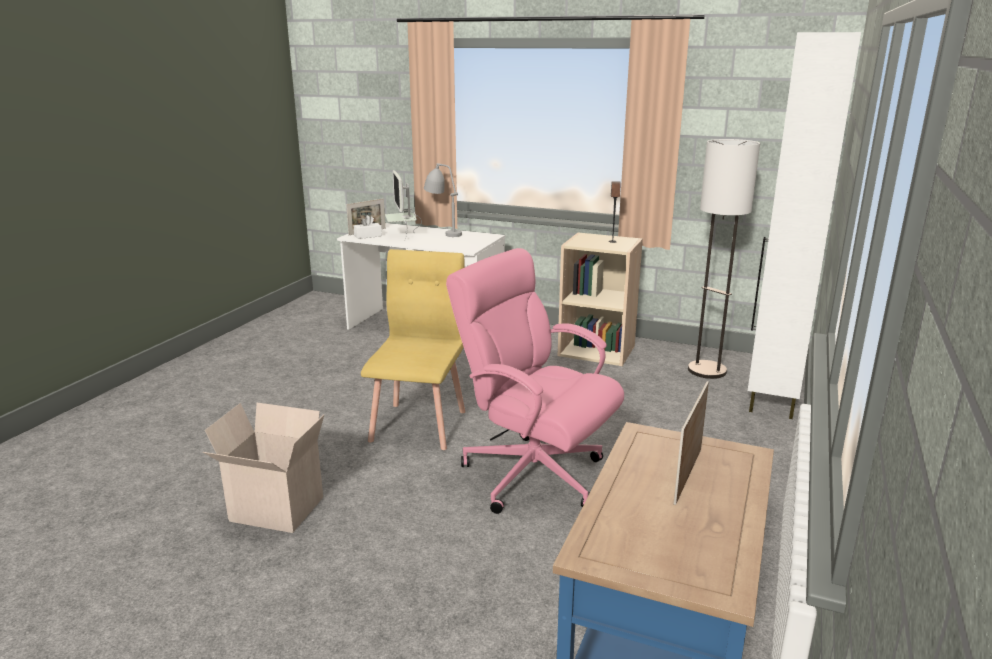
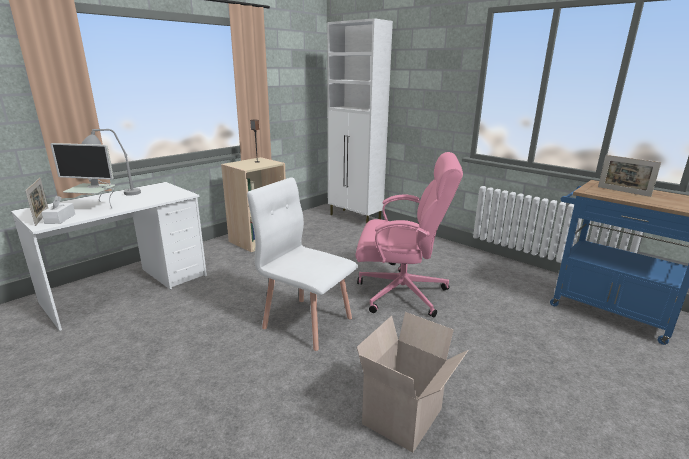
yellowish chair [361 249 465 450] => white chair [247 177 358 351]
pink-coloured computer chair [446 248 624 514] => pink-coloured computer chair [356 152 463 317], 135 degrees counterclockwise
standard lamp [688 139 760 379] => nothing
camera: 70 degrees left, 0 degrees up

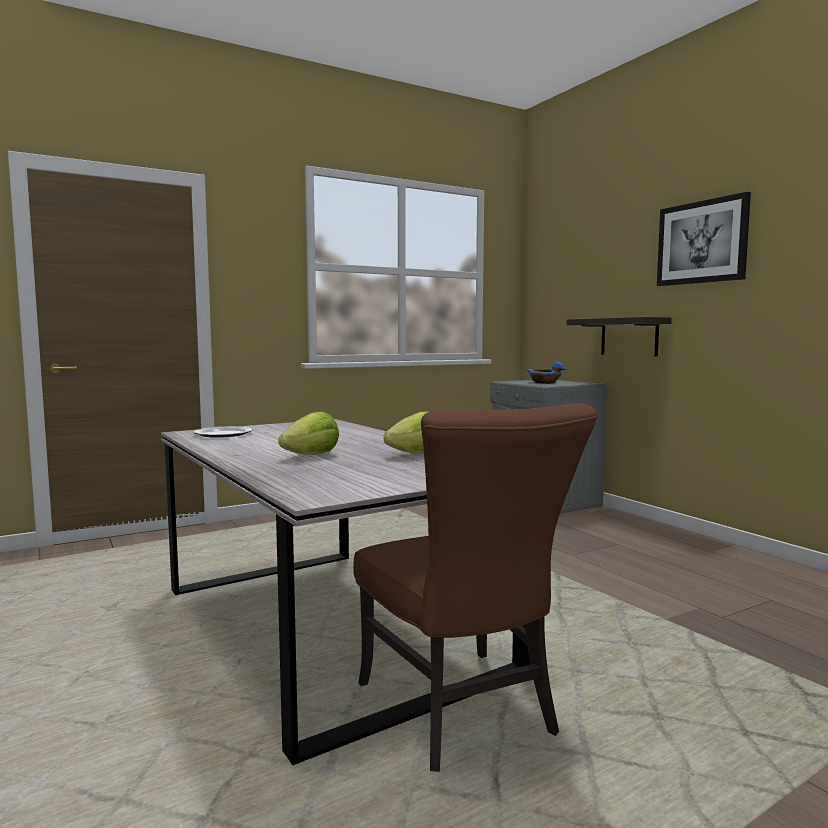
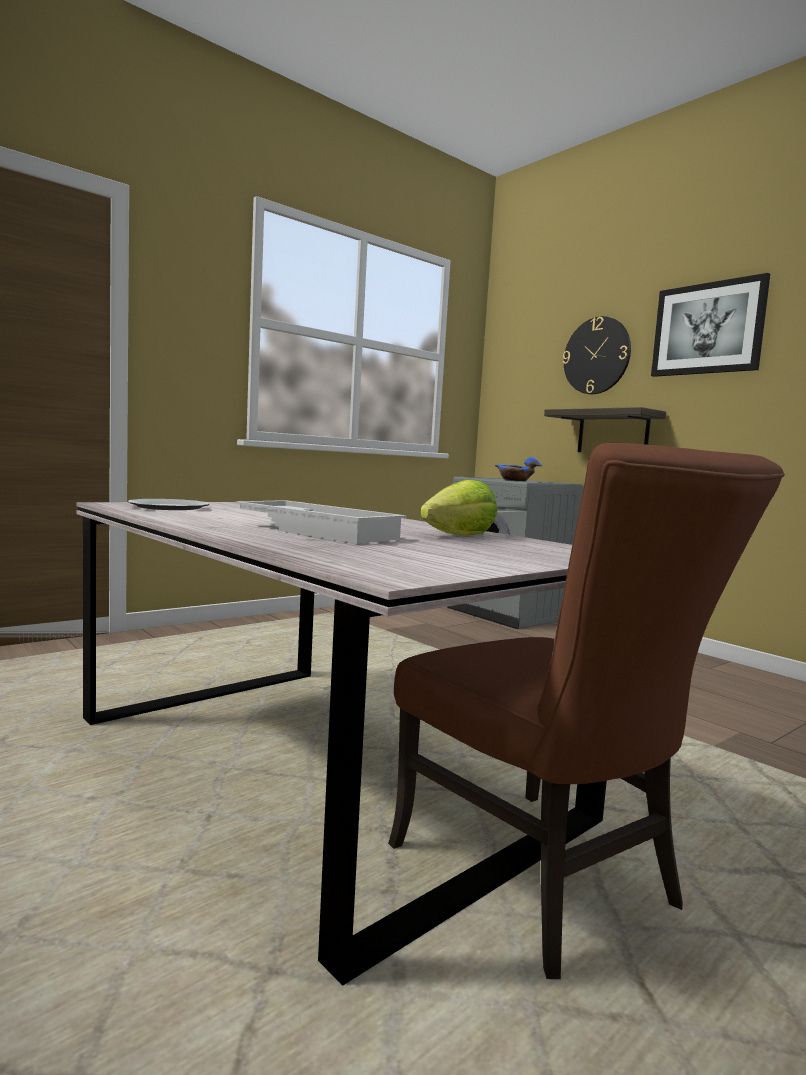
lettuce head [278 412 339 455] => white tray [235 500 407 544]
nothing => hanging clock [563 316 631 394]
camera: 10 degrees left, 0 degrees up

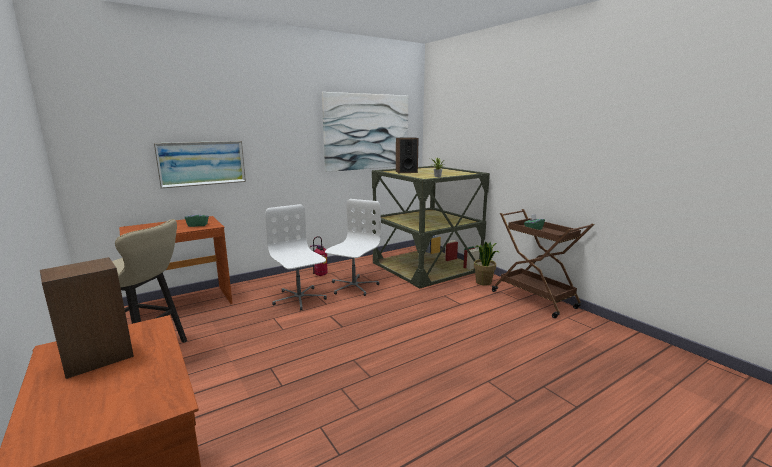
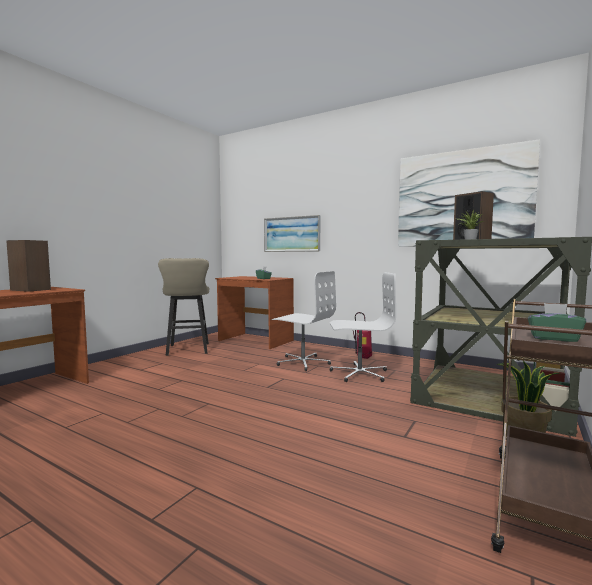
white computer chair [265 204 327 311] => white computer chair [272 271 336 371], 90 degrees clockwise
camera: 65 degrees right, 10 degrees down

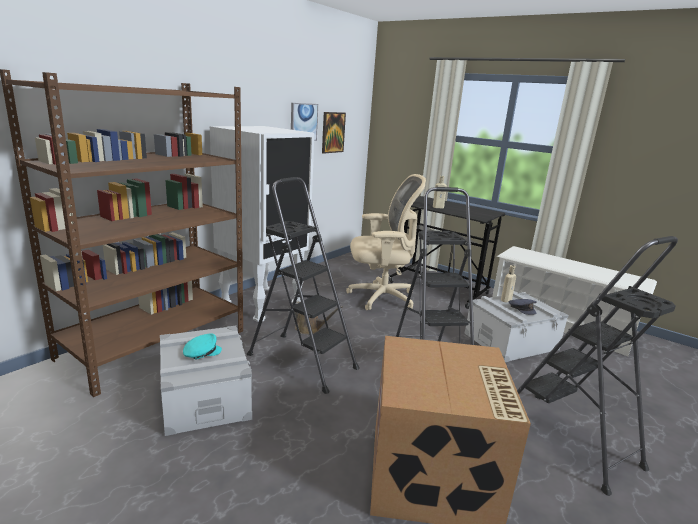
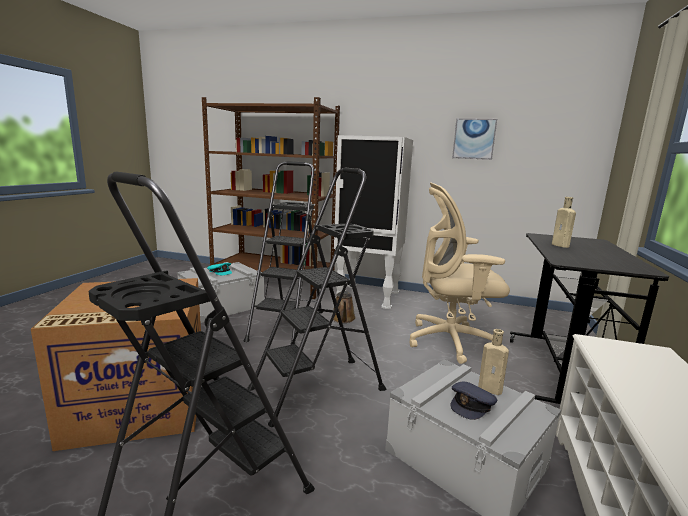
beige-coloured computer chair [346 174 426 310] => beige-coloured computer chair [409 182 510 364], 120 degrees clockwise
picture [322 112 346 154] => nothing
camera: 70 degrees right, 5 degrees down

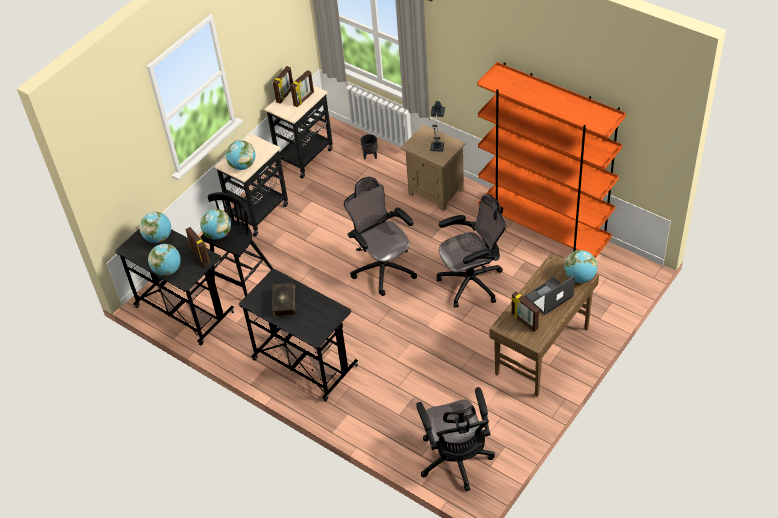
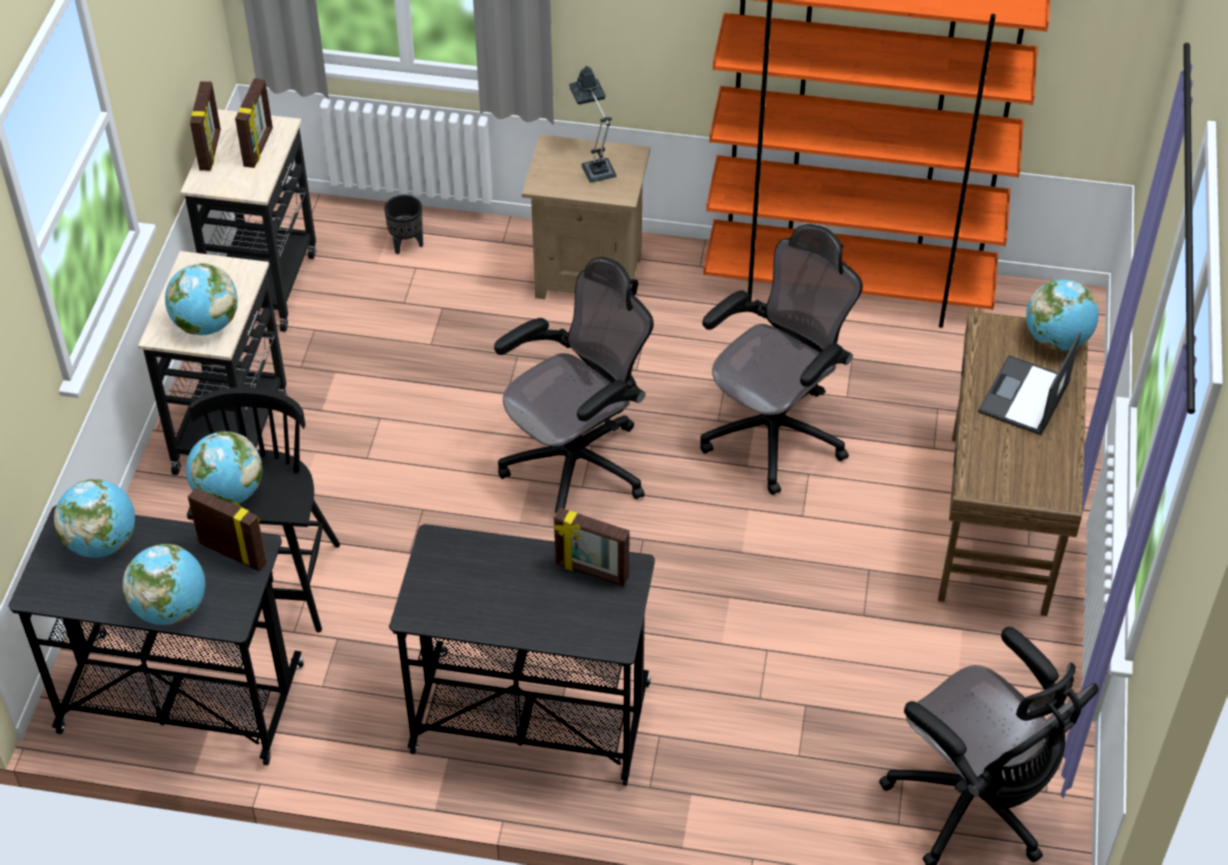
computer chair [344 177 417 296] => computer chair [494 257 654 513], 105 degrees clockwise
standing frame [511 291 539 332] => standing frame [553 508 630 587], relocated
volume [272 283 295 317] => nothing
camera: 30 degrees left, 0 degrees up

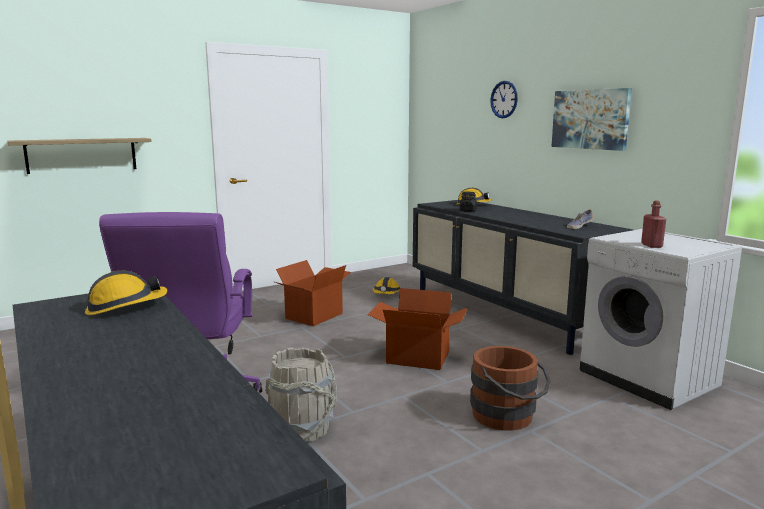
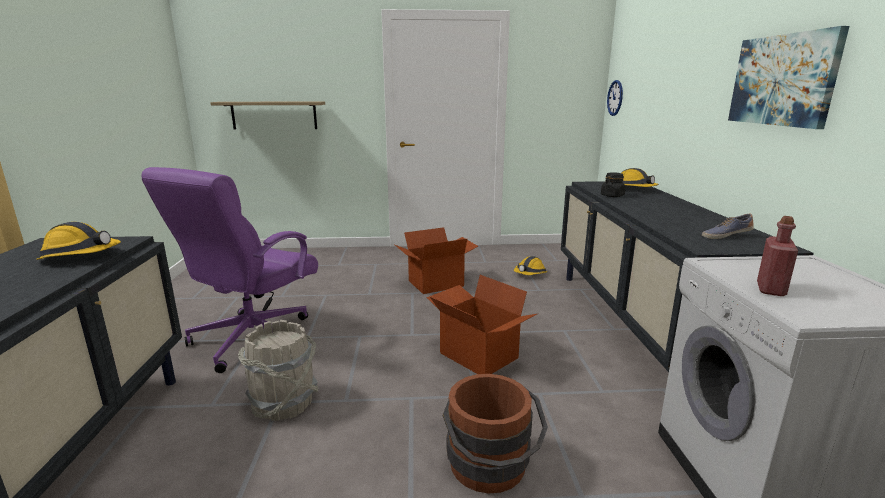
hanging clock [490 81 518 118] => hanging clock [607 80 623 116], relocated
camera: 30 degrees right, 5 degrees up

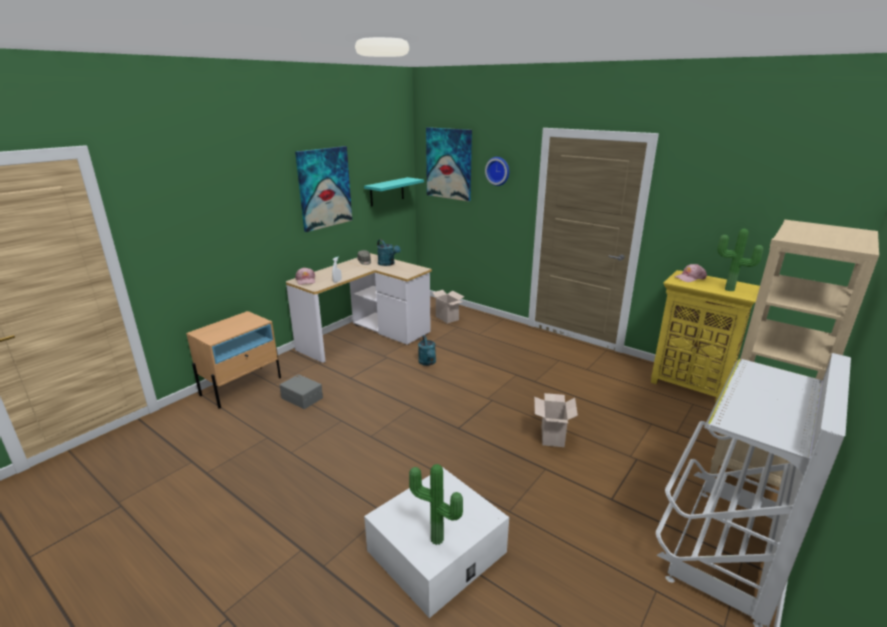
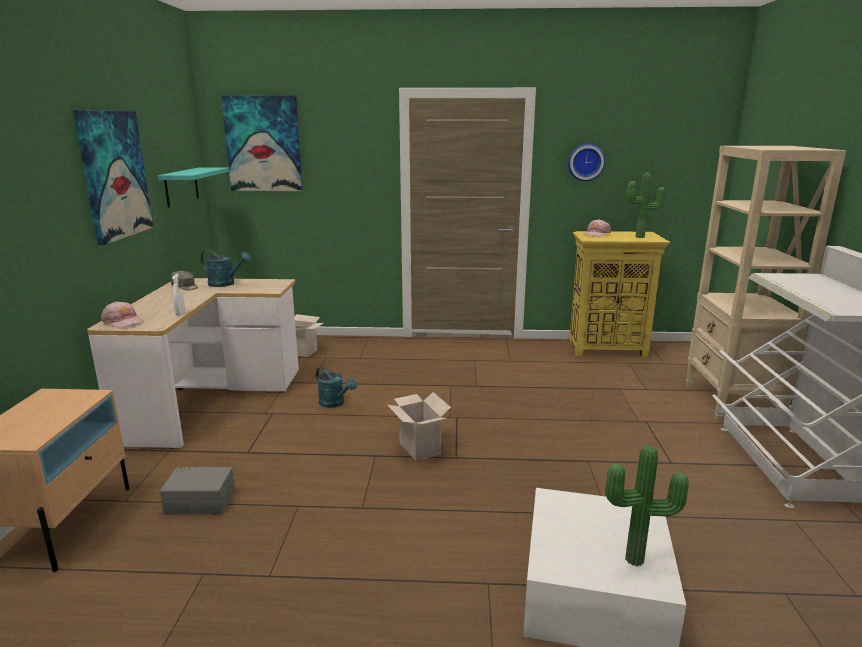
cardboard box [534 393 578 447] => cardboard box [387 392 451 461], relocated
hanging clock [485 157 509 186] => hanging clock [568 143 605 181], relocated
camera: 35 degrees left, 5 degrees down

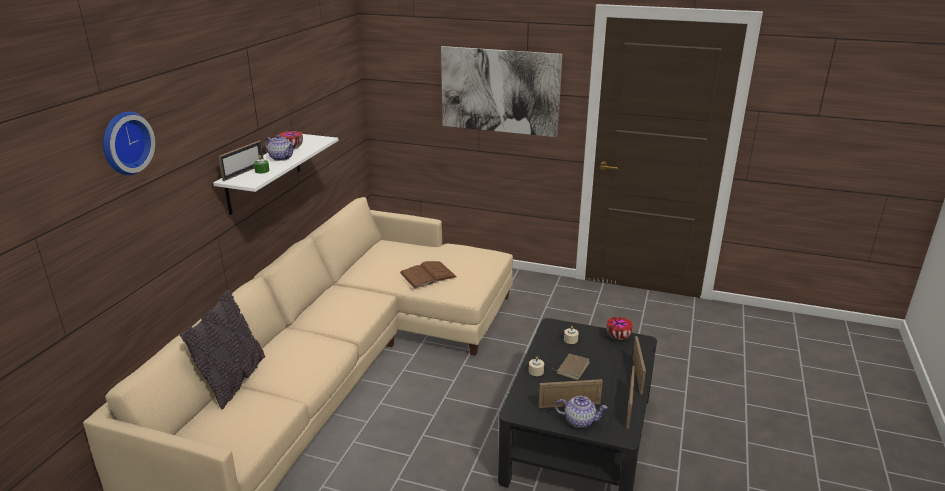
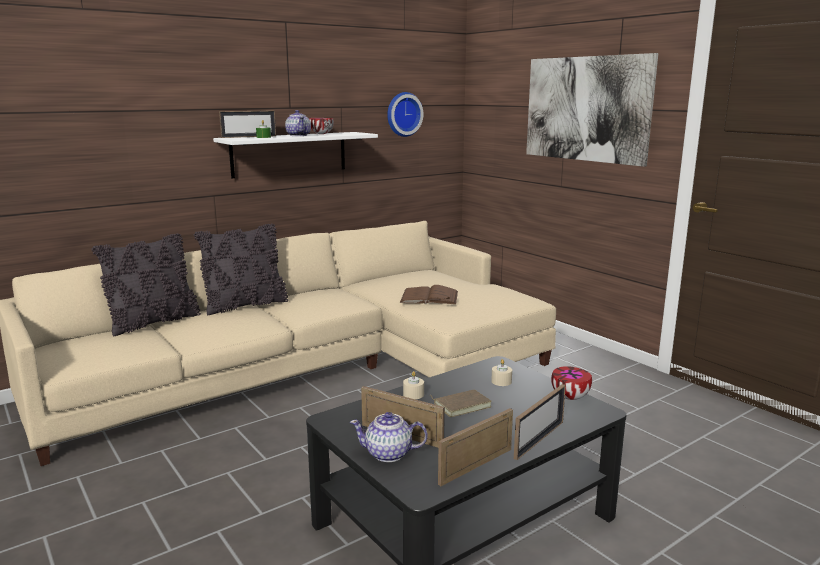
nothing => black pillow [193 223 288 315]
tea pot [555 396 608 428] => tea pot [350 412 428 462], 135 degrees clockwise
hanging clock [103 111 155 175] => hanging clock [387 92 423 137], relocated
camera: 35 degrees right, 10 degrees down

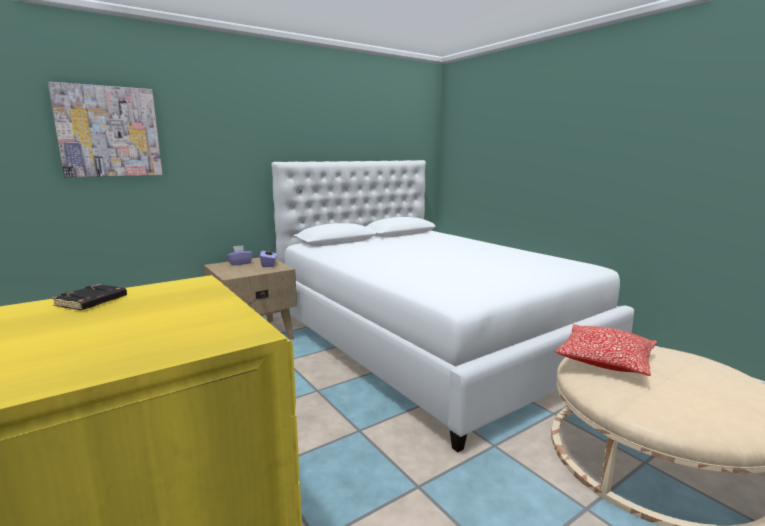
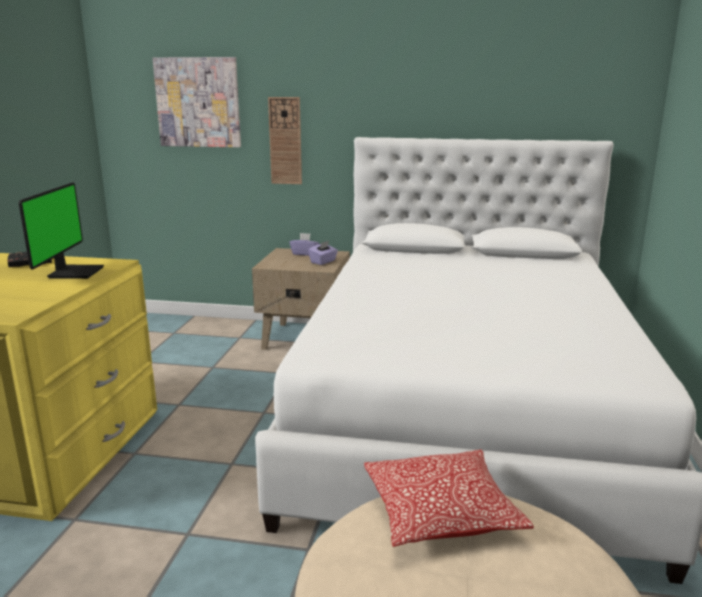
nothing => computer display [19 182 104 279]
nothing => hanging clock [268 97 302 184]
camera: 45 degrees right, 5 degrees up

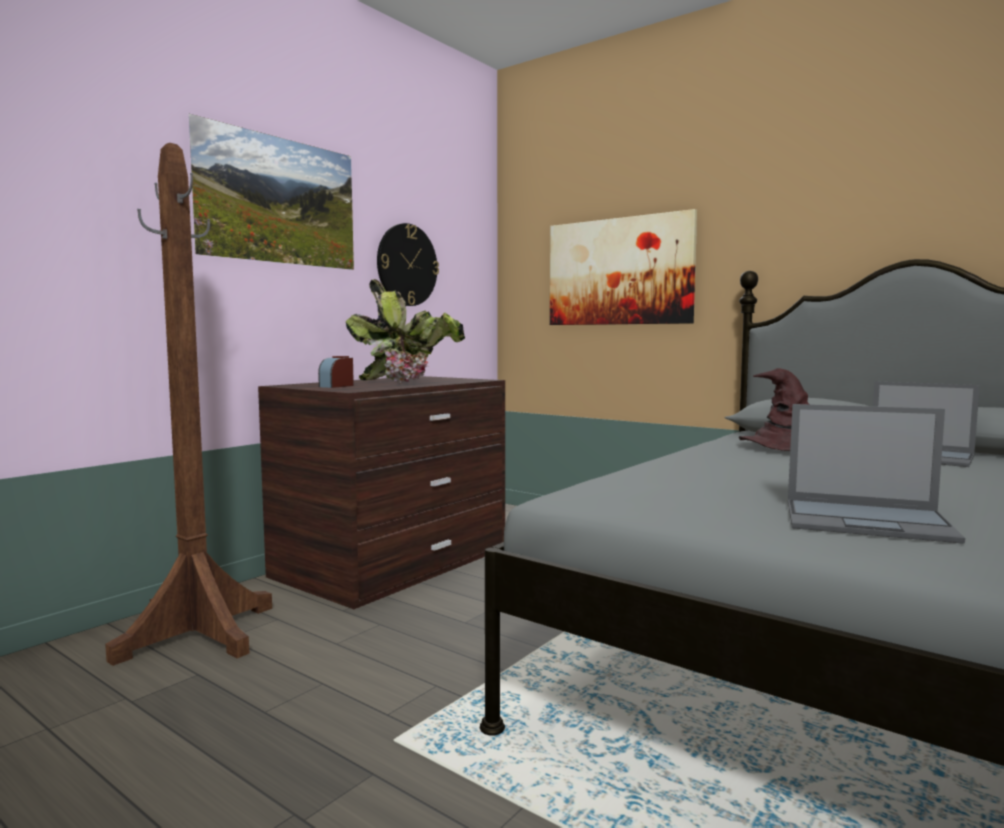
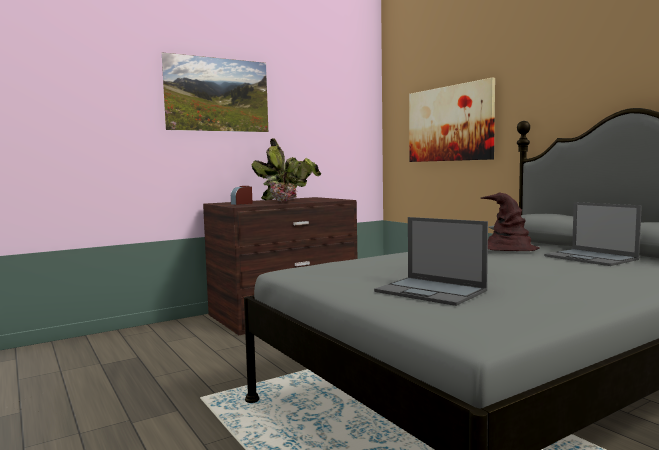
brown garment rack [105 143 272 666] => nothing
hanging clock [377 223 439 306] => nothing
camera: 20 degrees right, 0 degrees up

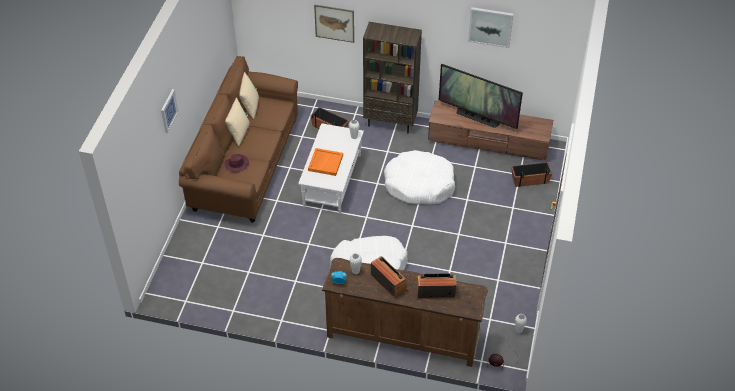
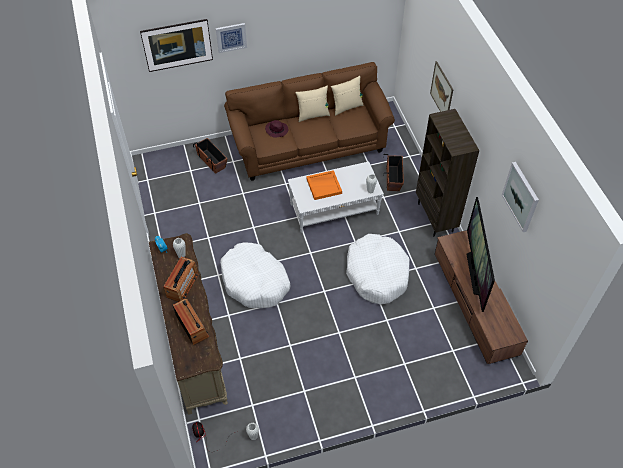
nothing => picture [140 19 213 72]
flower pot [511 162 552 187] => flower pot [193 138 228 174], relocated
camera: 60 degrees right, 5 degrees up

